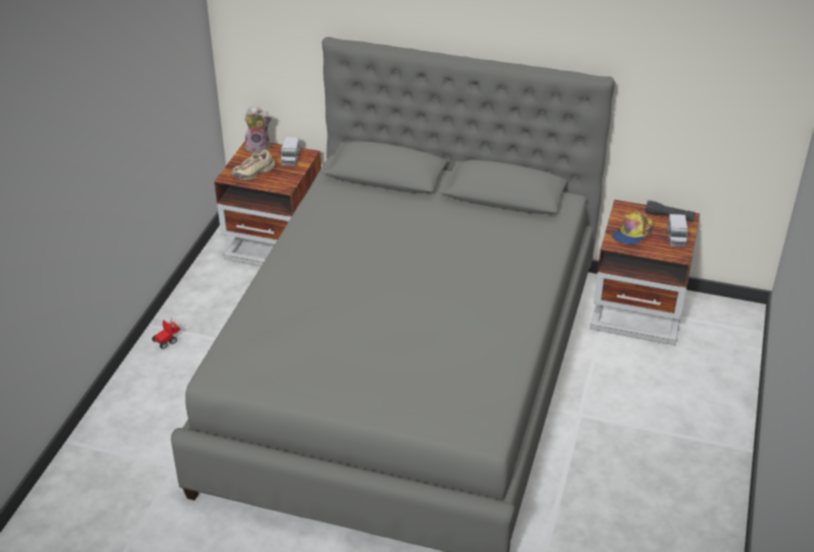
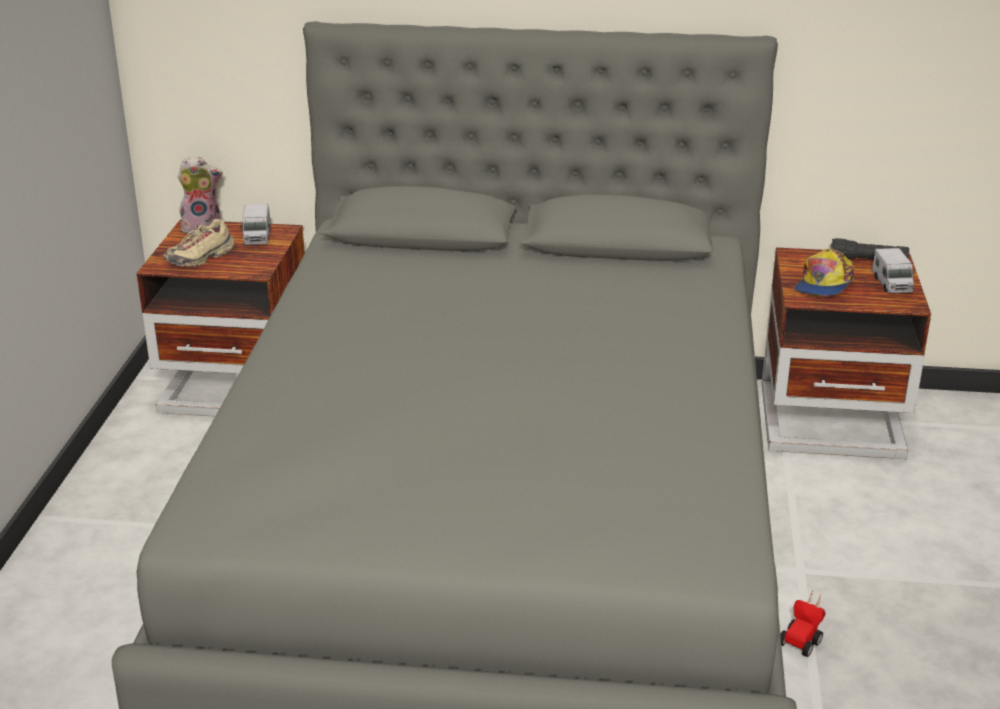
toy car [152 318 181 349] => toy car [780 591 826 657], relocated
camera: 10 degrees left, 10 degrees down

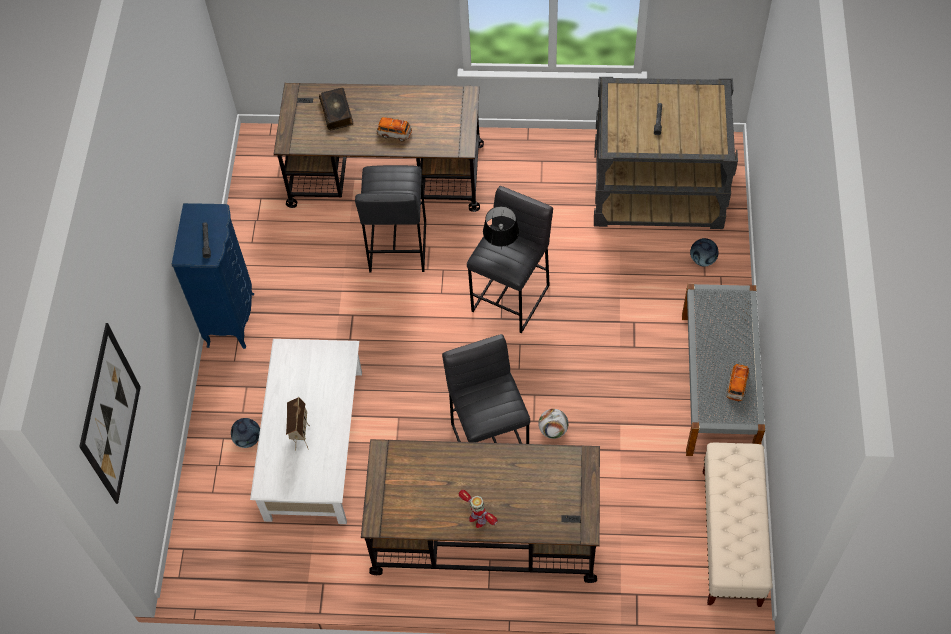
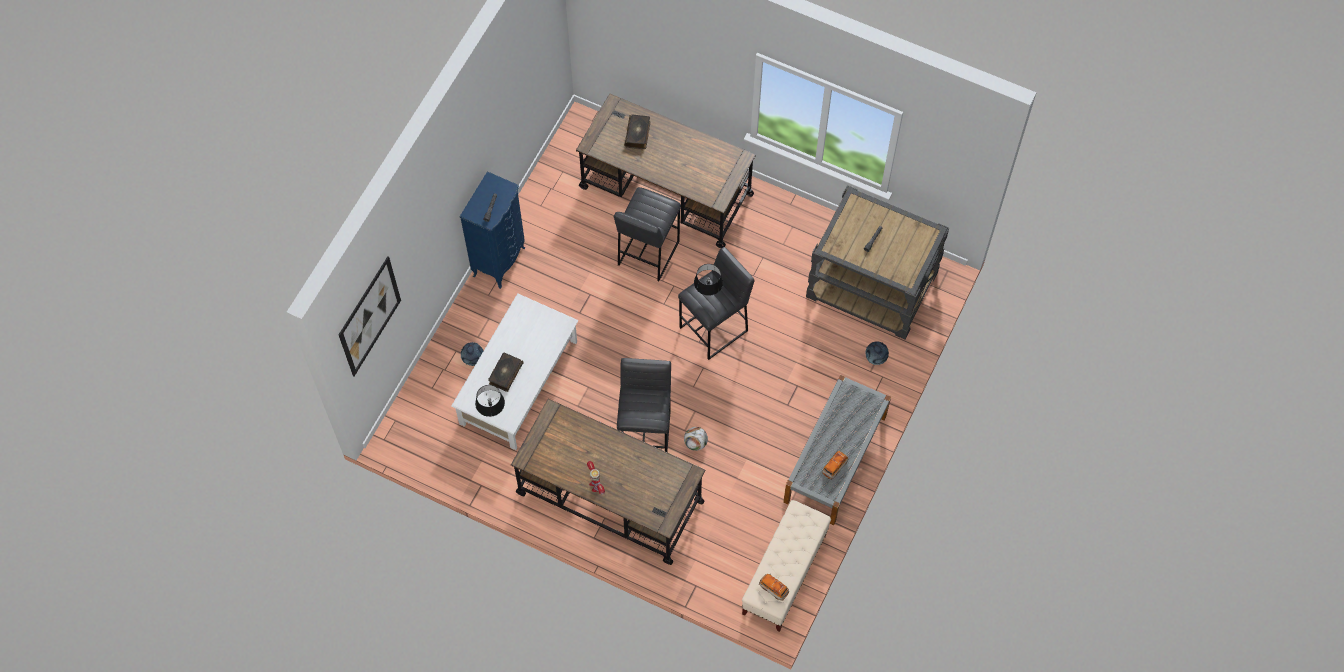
nothing => black tabletop lamp [475 385 505 417]
miniature house [286 397 310 451] => volume [488 352 524 392]
toy car [376 117 412 142] => toy car [759 574 789 601], relocated
camera: 20 degrees right, 5 degrees up

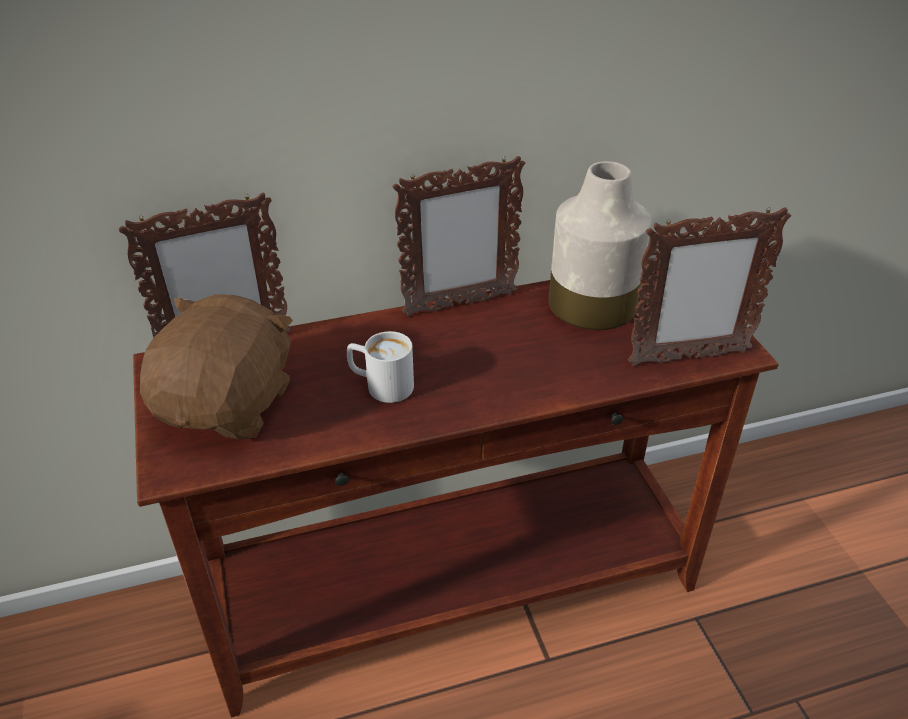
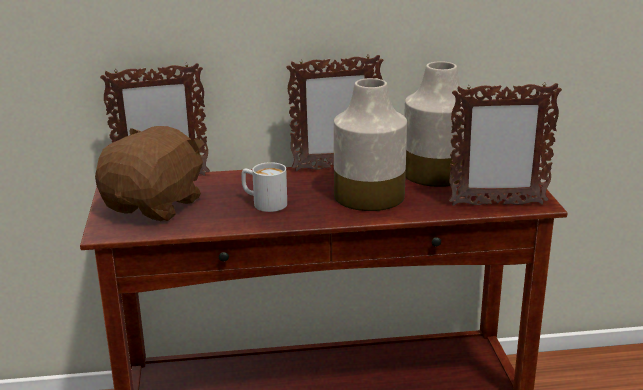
nothing => beige-coloured vase [334 78 407 211]
camera: 10 degrees right, 15 degrees down

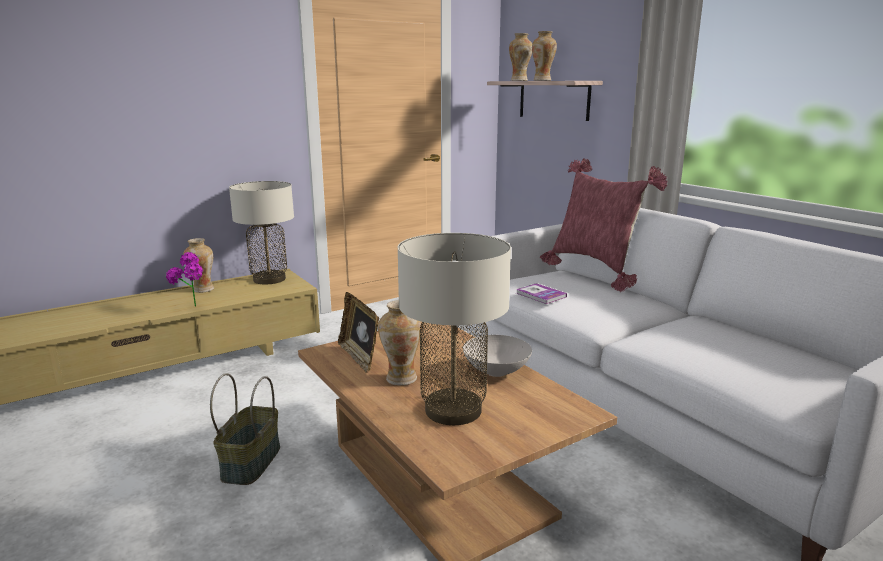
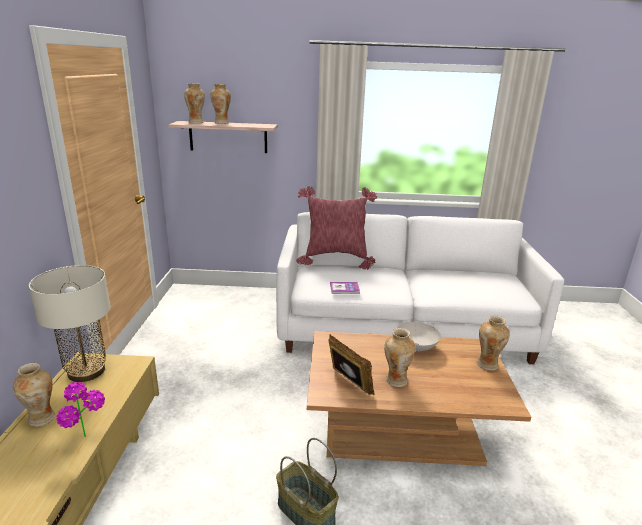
standing frame [338 292 379 373] => standing frame [328 334 374 395], 135 degrees counterclockwise
nothing => vase [477 315 510 371]
tabletop lamp [397 233 511 425] => nothing
camera: 55 degrees left, 5 degrees up

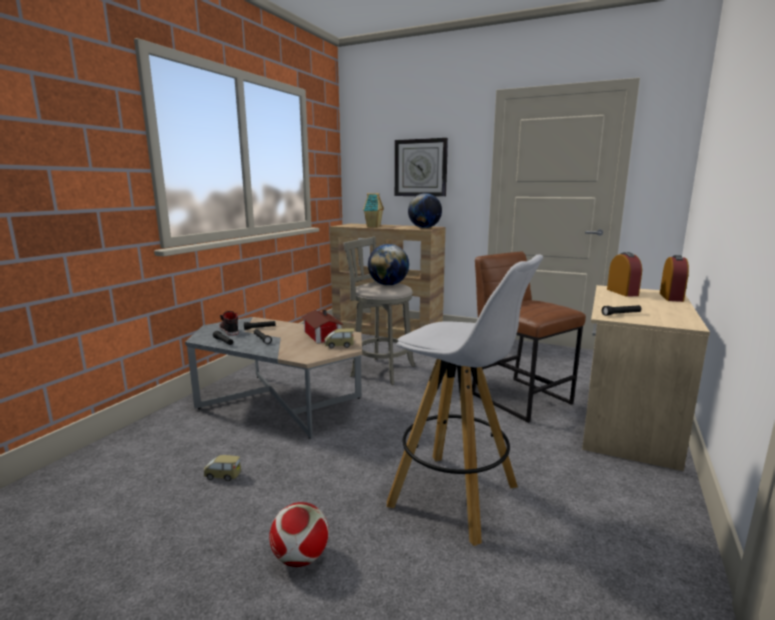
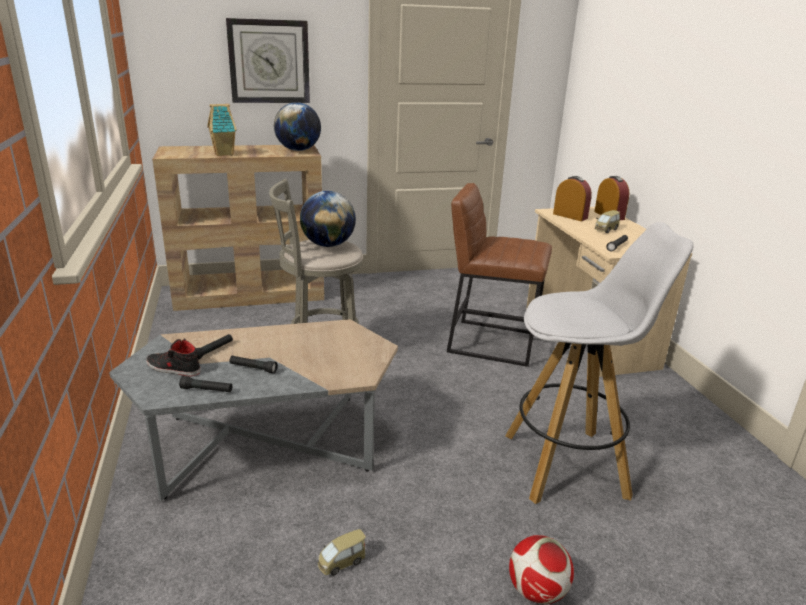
toy car [324 329 354 348] => toy car [595 210 620 233], relocated
miniature house [302 310 344 343] => nothing
camera: 40 degrees left, 10 degrees up

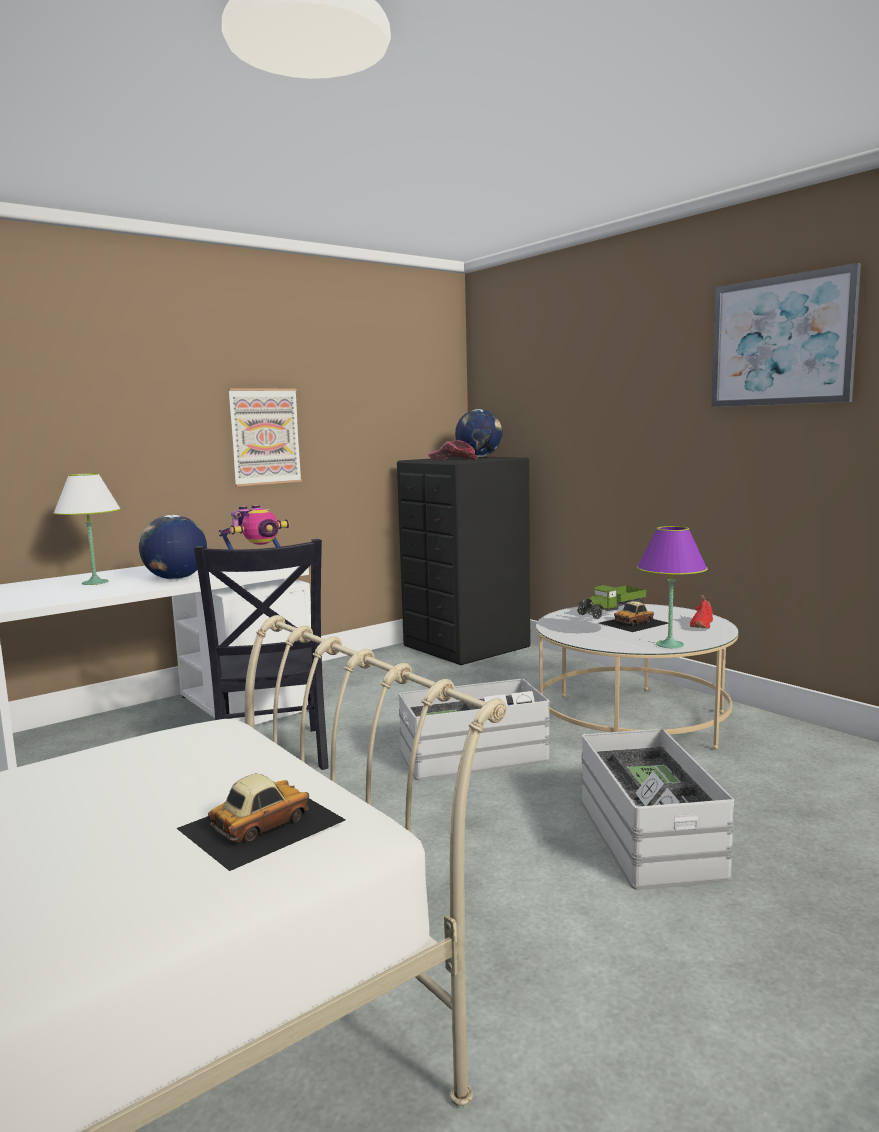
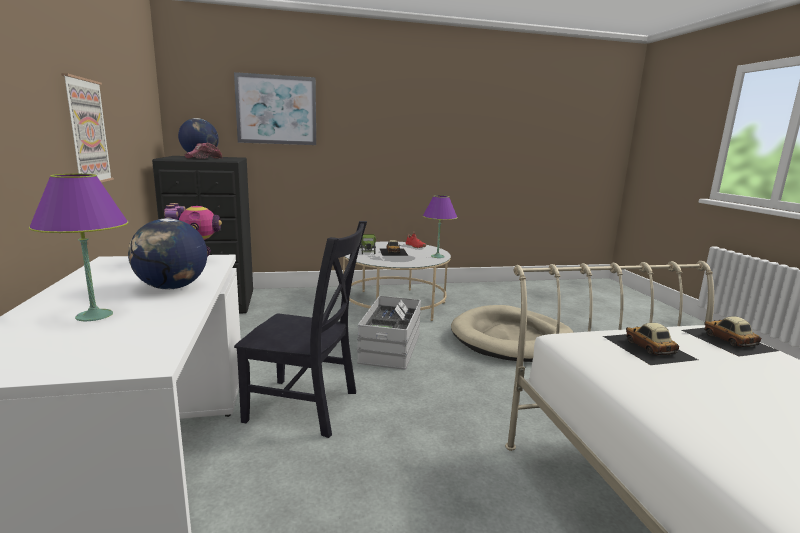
white tabletop lamp [53 473 121 585] => purple tabletop lamp [29 174 128 321]
picture [711 263 861 407] => picture [234 72 316 145], relocated
grey storage bin [581 729 734 890] => beige-coloured pet bed [451 305 574 362]
nothing => toy car [603 323 698 365]
camera: 65 degrees left, 5 degrees up

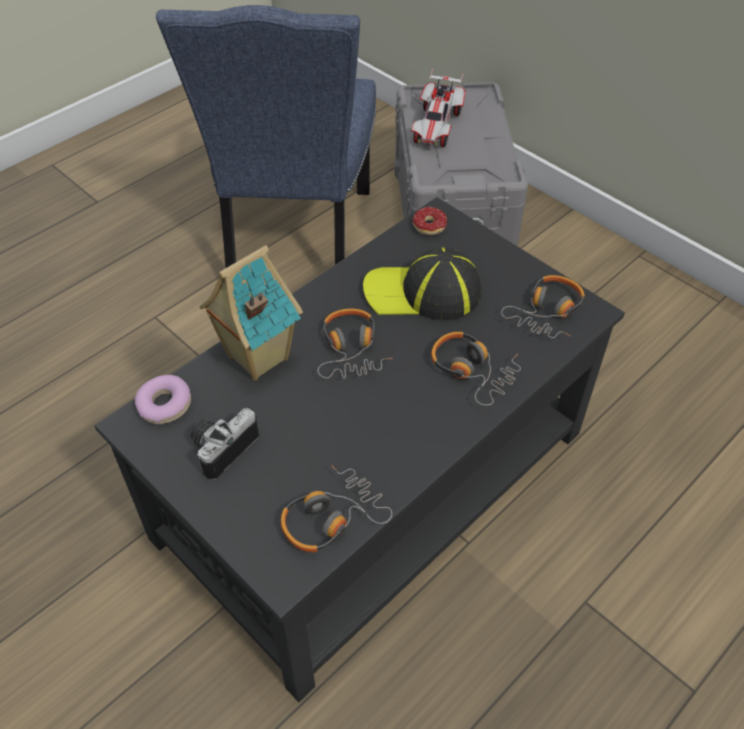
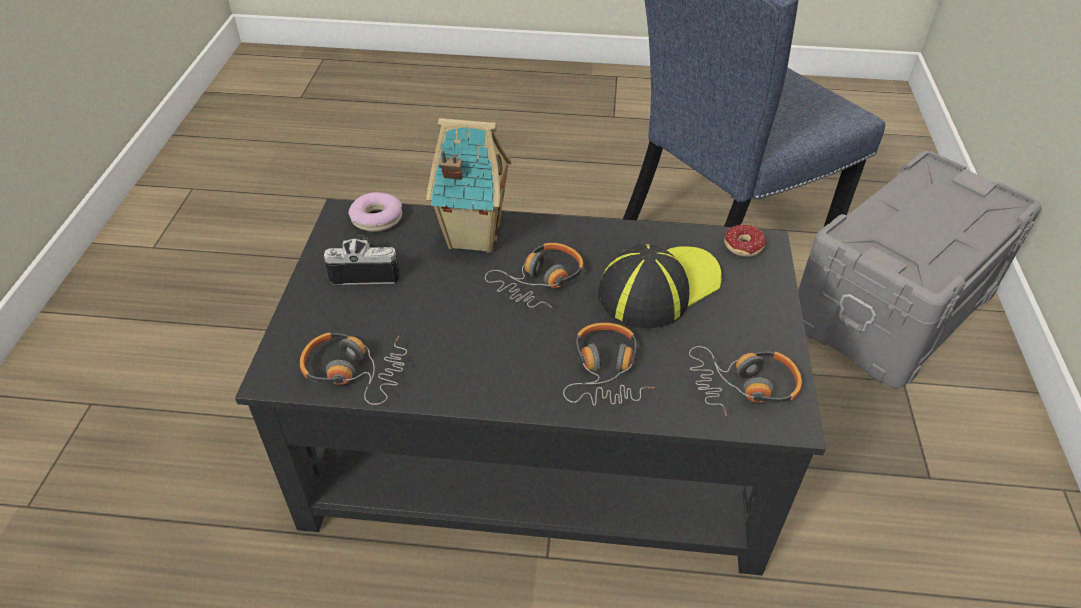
baseball cap [363 247 481 320] => baseball cap [598 244 722 328], 90 degrees clockwise
toy car [411 68 466 147] => nothing
camera: 50 degrees right, 5 degrees down

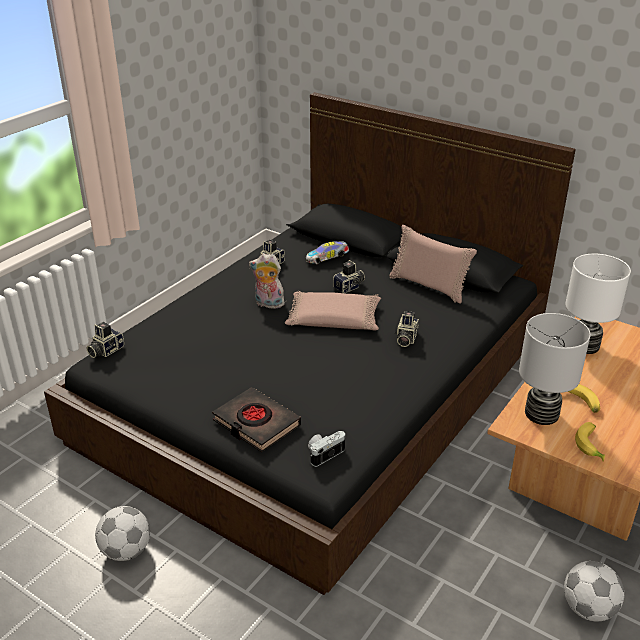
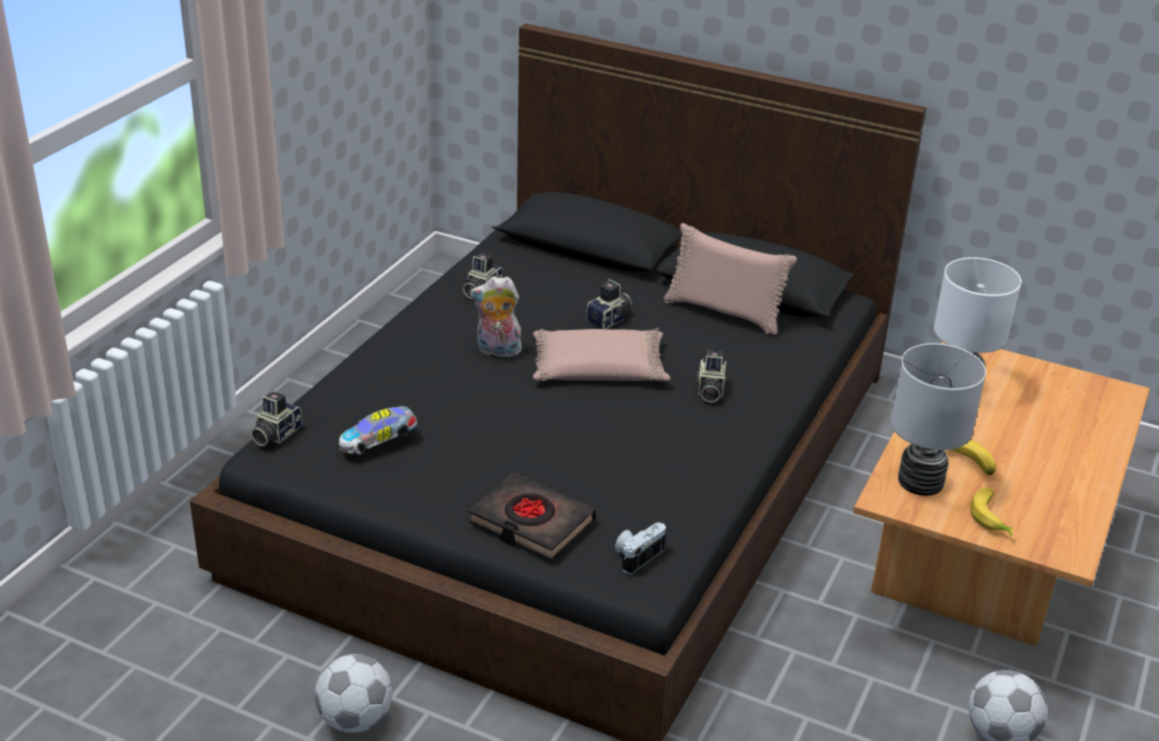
toy car [306 241 349 264] => toy car [339 406 418 454], relocated
camera: 10 degrees left, 0 degrees up

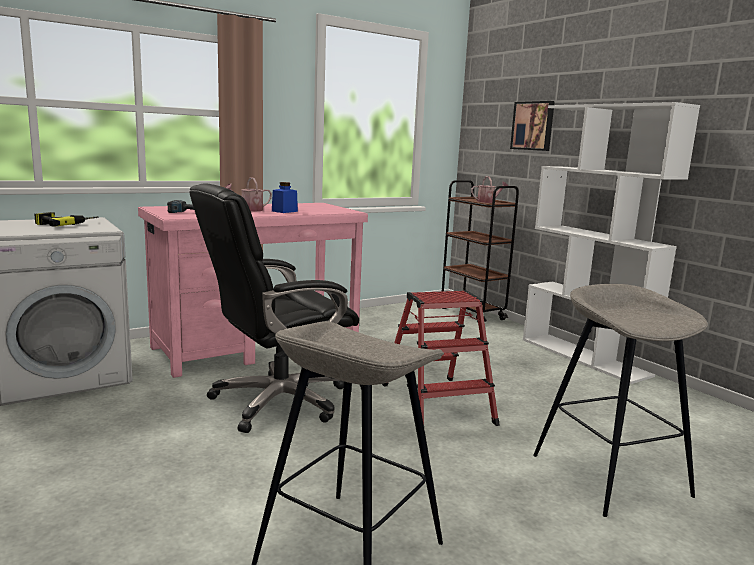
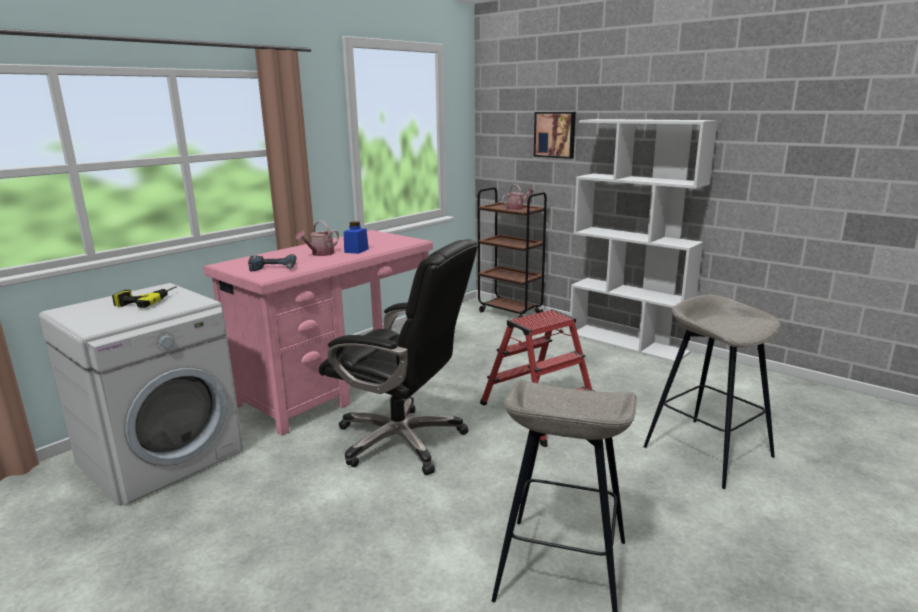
black computer chair [189 184 359 433] => black computer chair [319 239 477 475], 105 degrees counterclockwise
camera: 15 degrees left, 5 degrees up

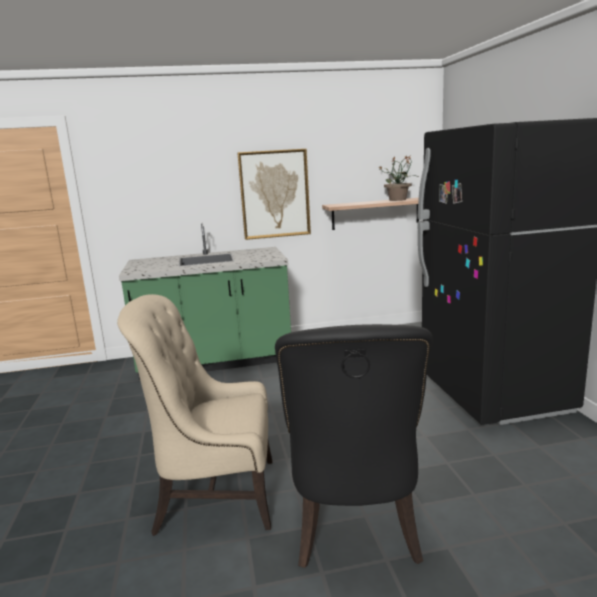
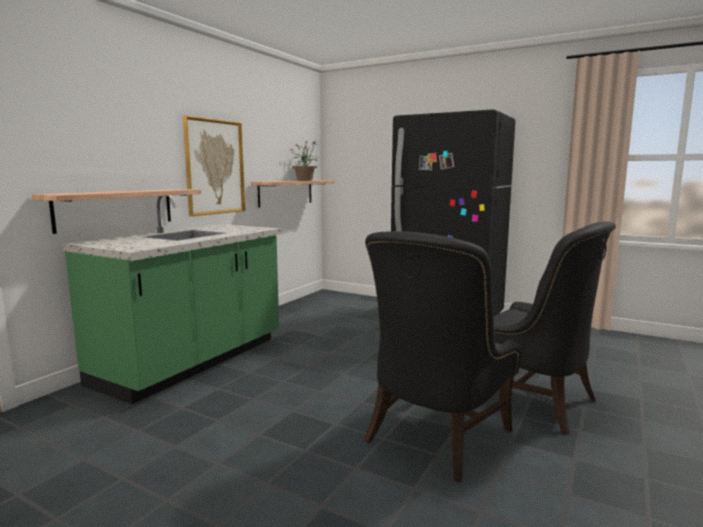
nothing => bracket shelf [32 189 201 234]
beige-coloured chair [117 294 272 536] => black chair [364 231 521 482]
camera: 50 degrees left, 5 degrees down

